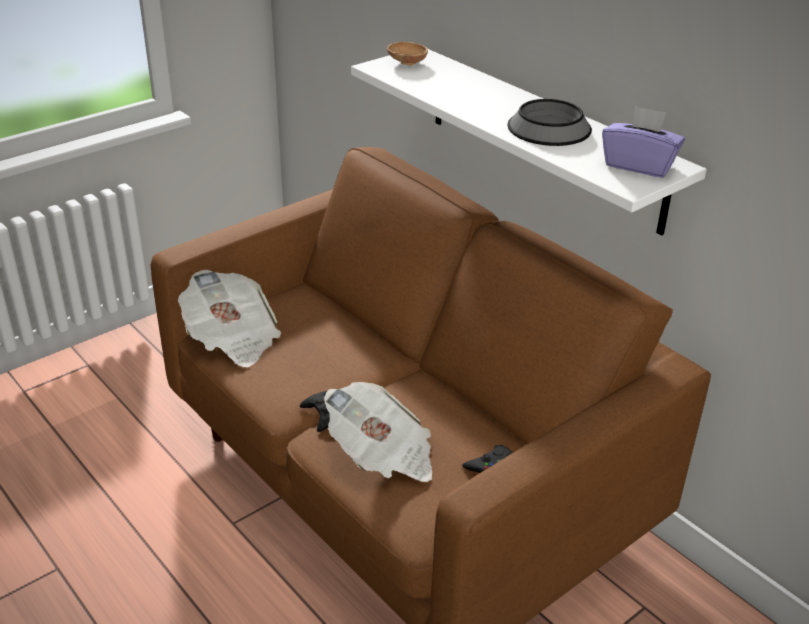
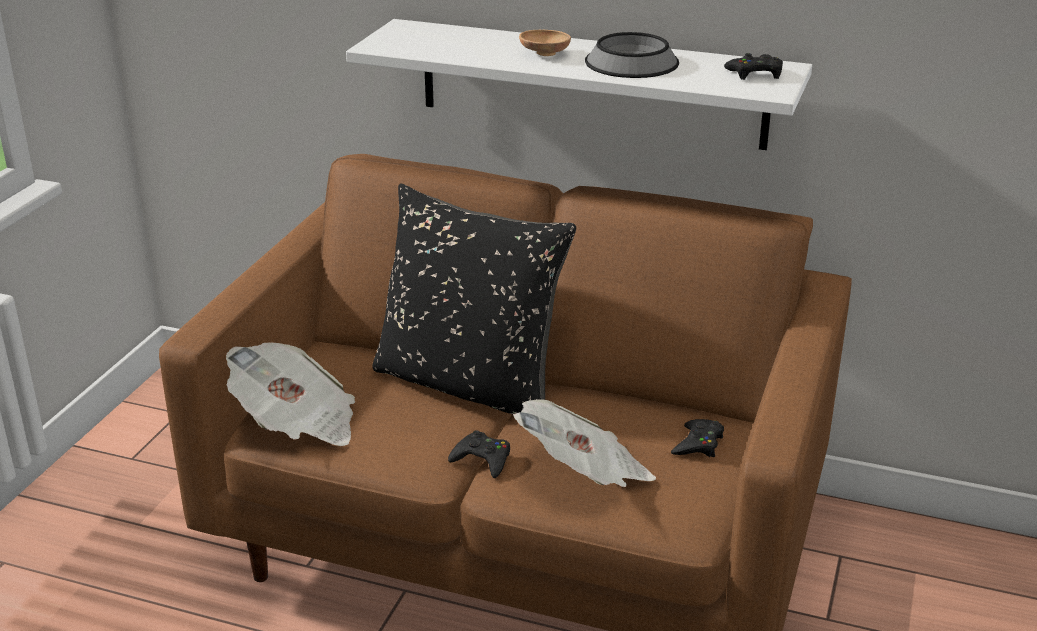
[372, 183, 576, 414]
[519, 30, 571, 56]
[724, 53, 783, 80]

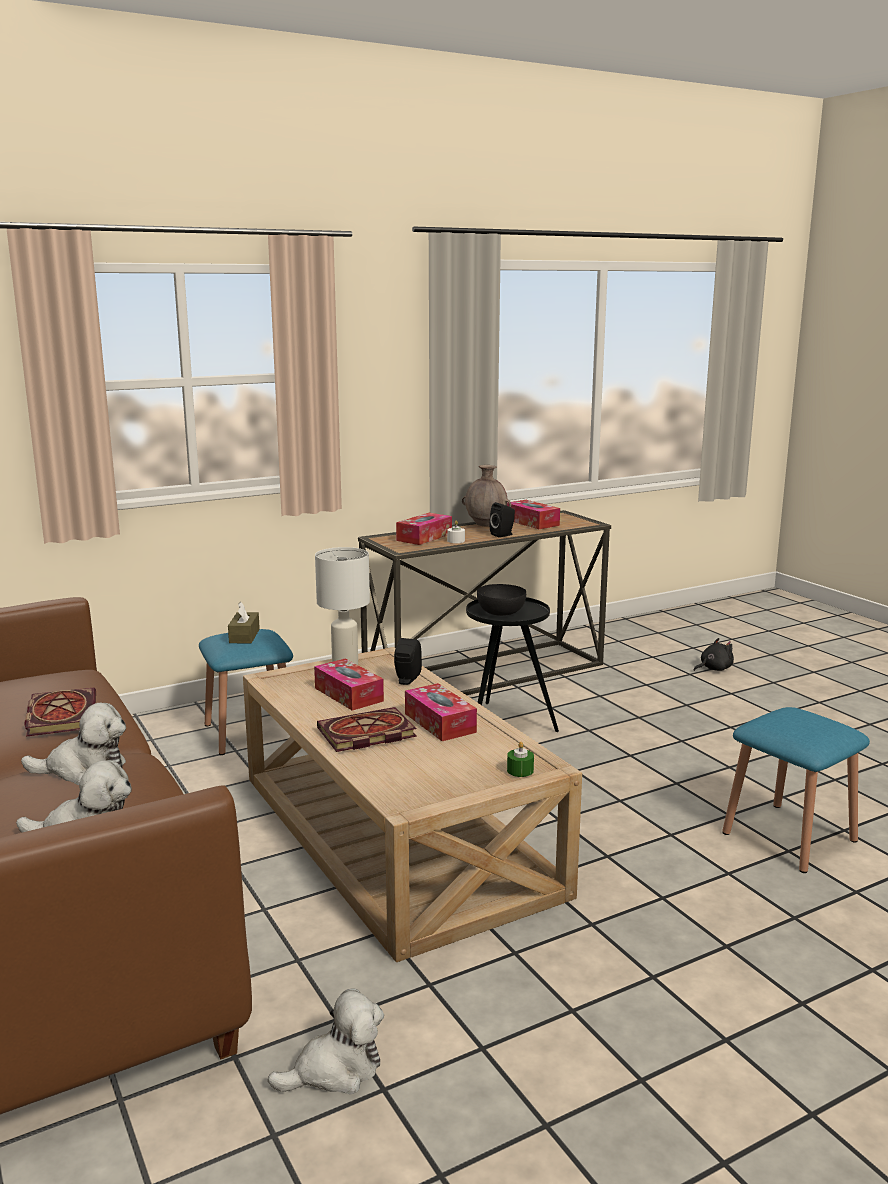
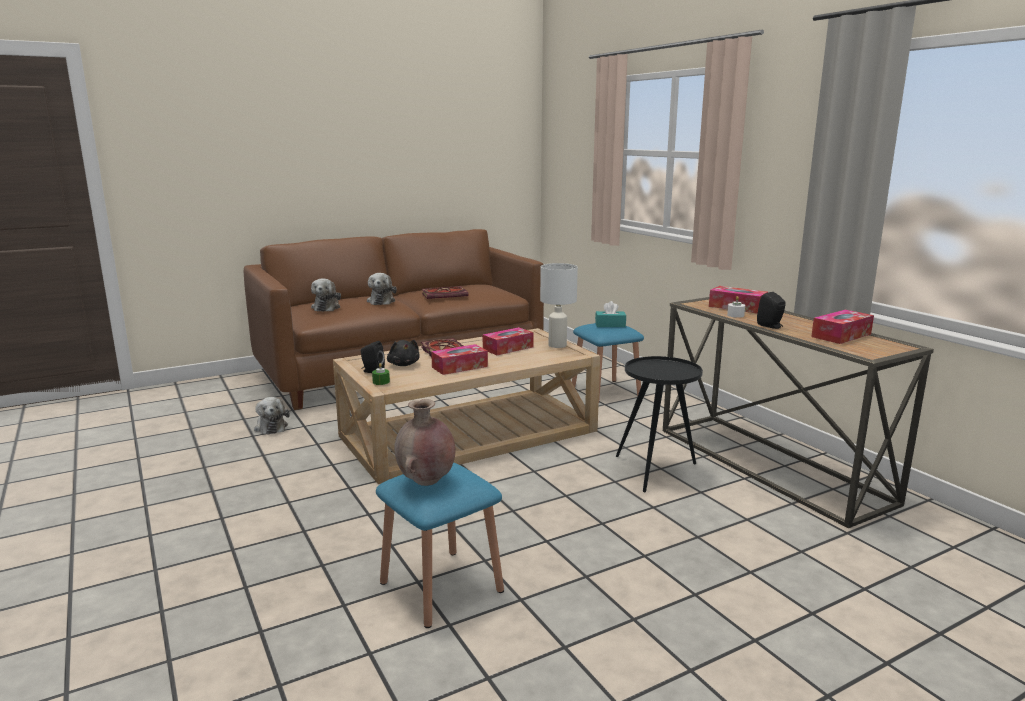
[477, 584, 526, 616] (first image)
[361, 341, 385, 373]
[394, 399, 456, 486]
[387, 340, 420, 366]
[595, 301, 626, 327]

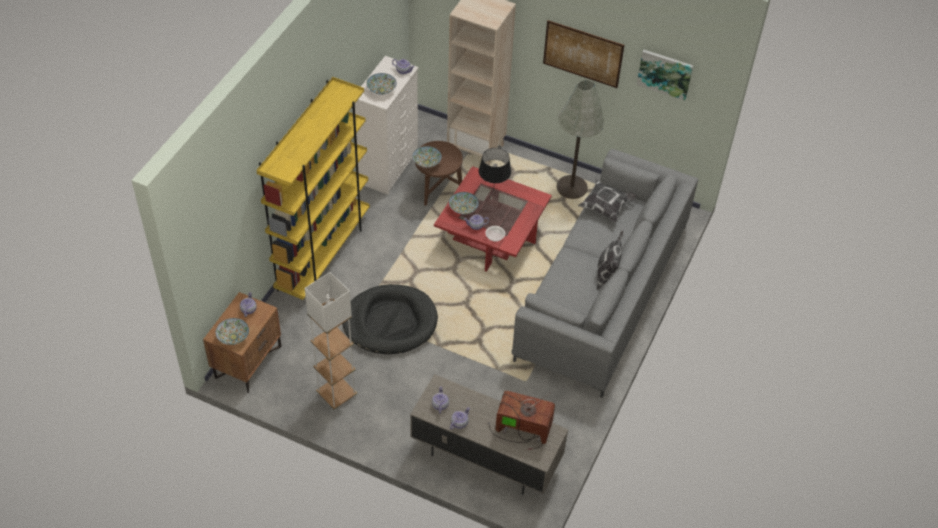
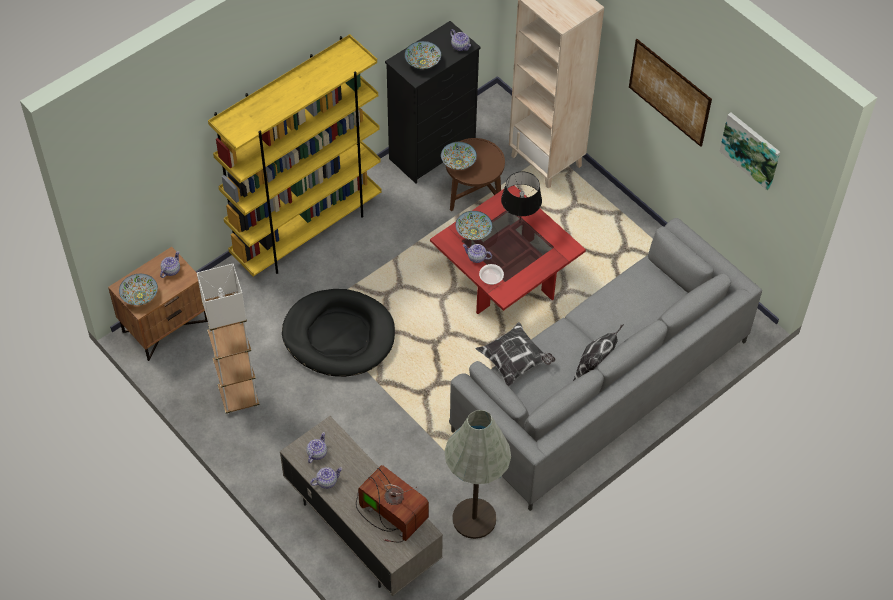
[444, 410, 511, 539]
[476, 322, 555, 386]
[385, 21, 481, 184]

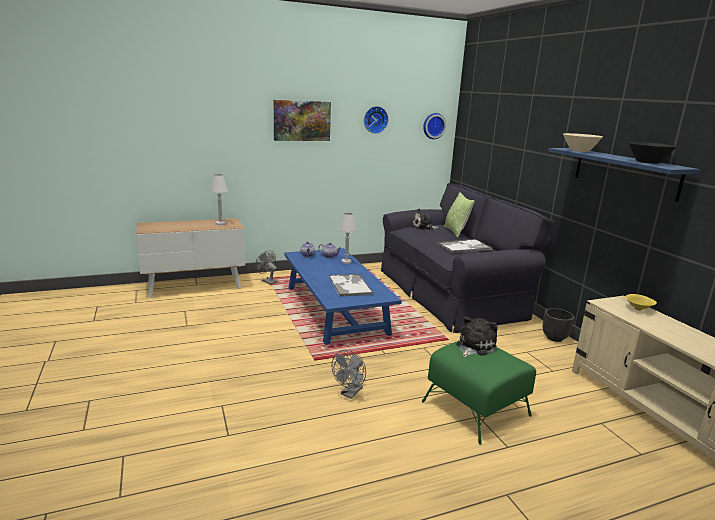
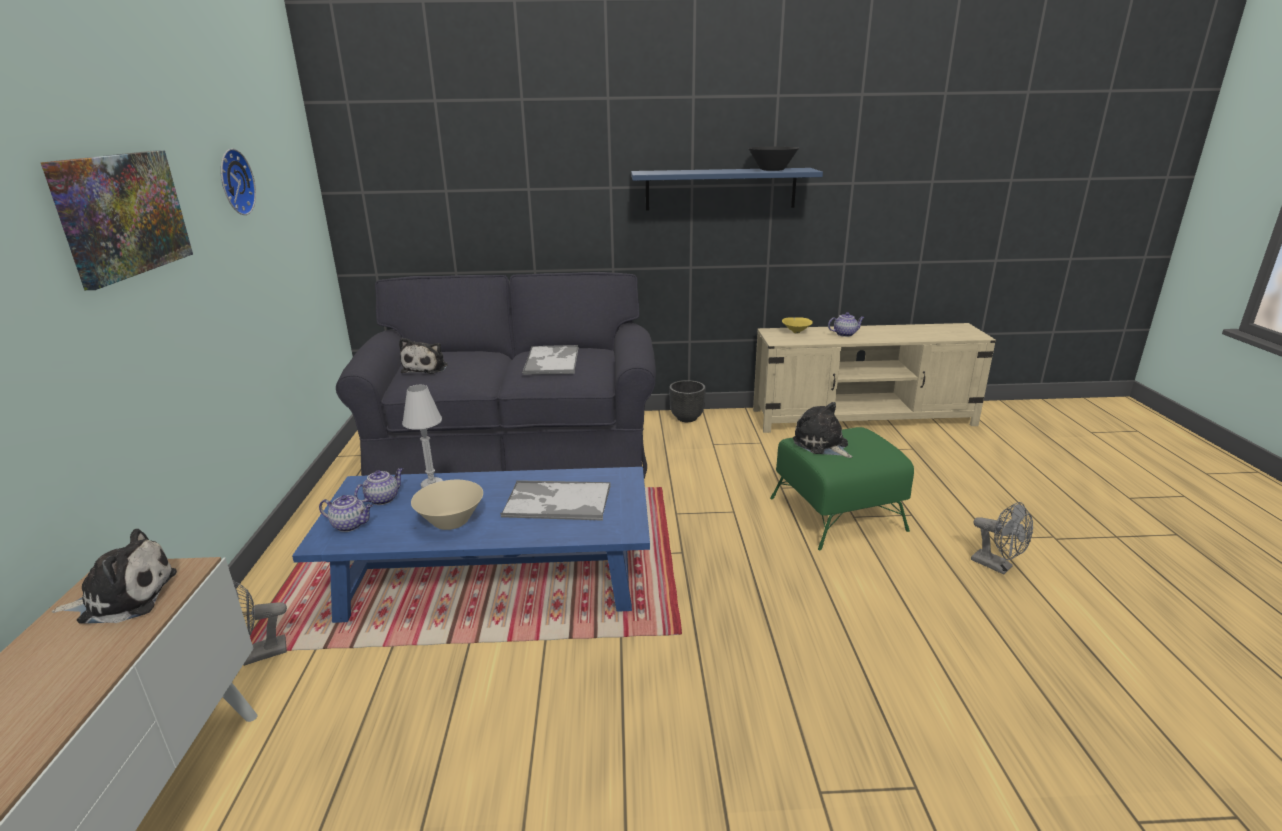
[423, 113, 446, 139] (first image)
[444, 192, 475, 238] (first image)
[828, 312, 865, 337]
[971, 502, 1033, 575]
[411, 480, 483, 530]
[51, 529, 177, 623]

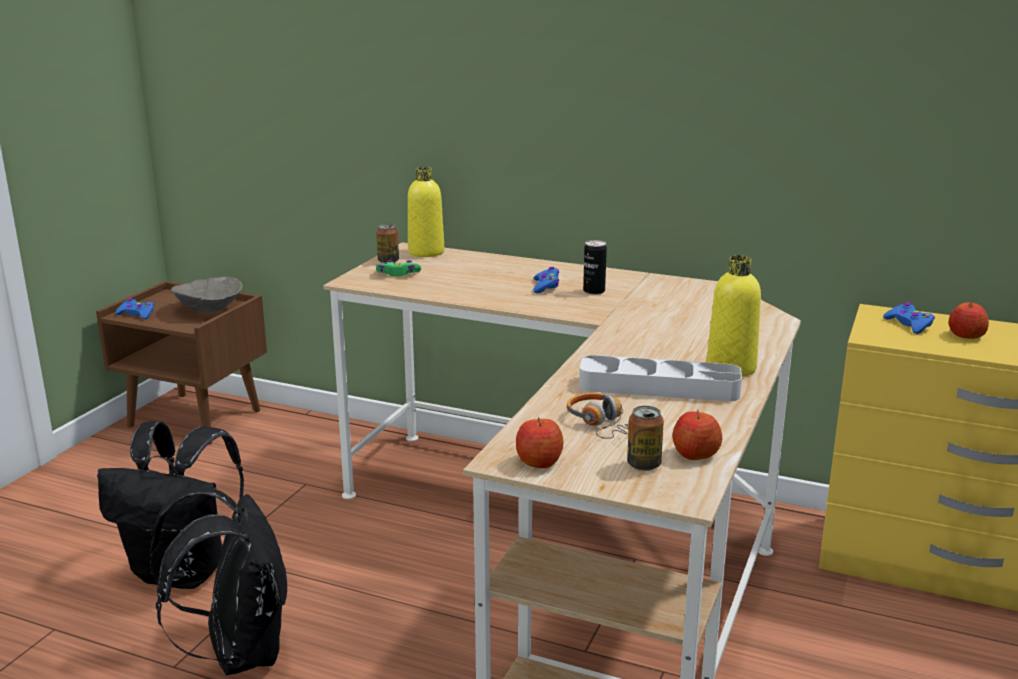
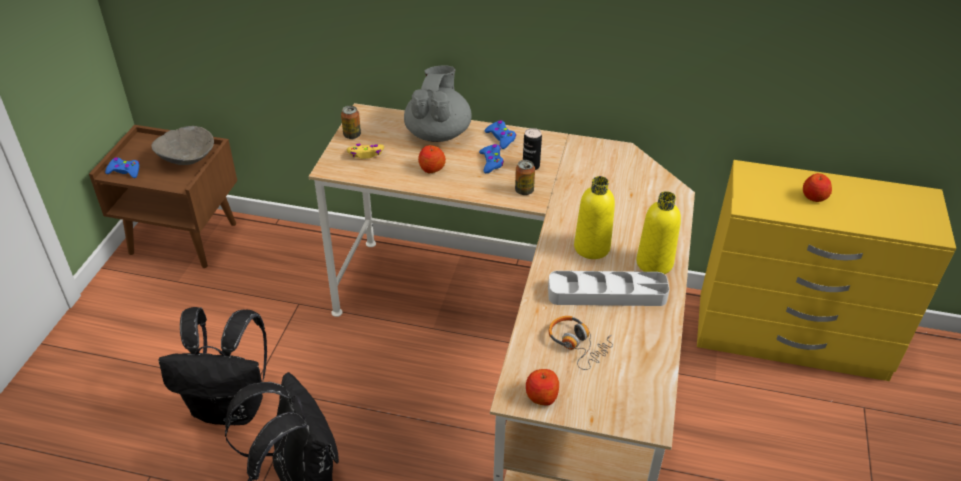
[404, 65, 472, 142]
[574, 176, 615, 259]
[515, 160, 535, 195]
[418, 145, 446, 173]
[484, 120, 516, 149]
[347, 144, 384, 159]

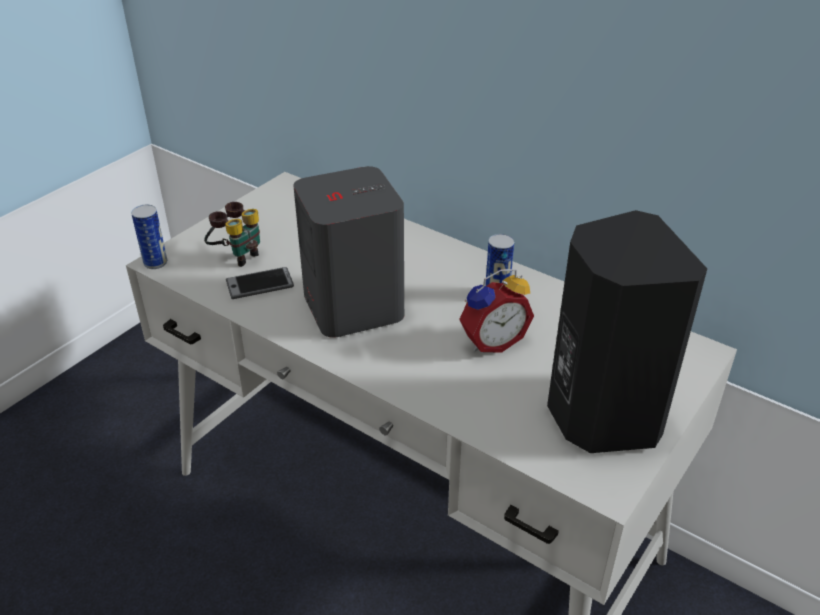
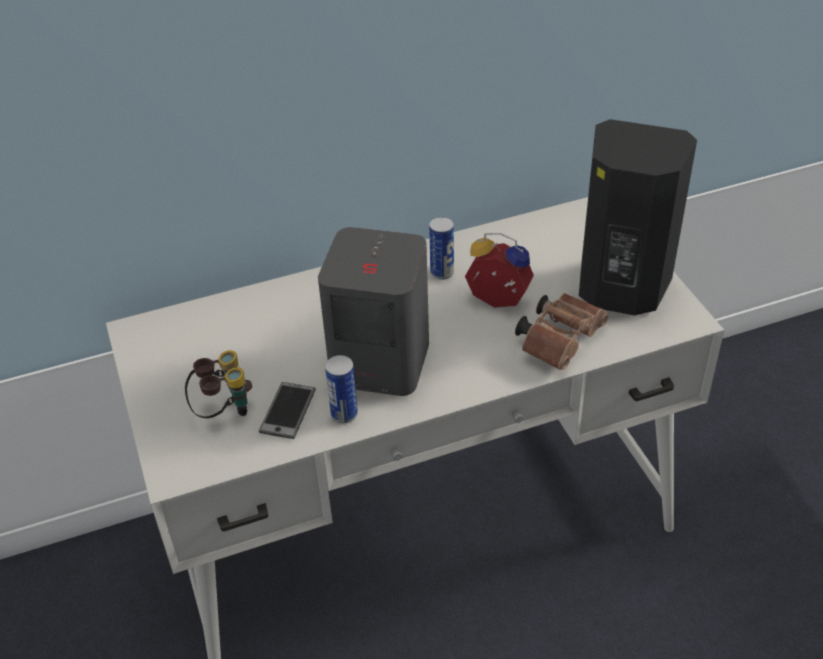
[515, 293, 609, 370]
[325, 355, 358, 423]
[465, 233, 534, 308]

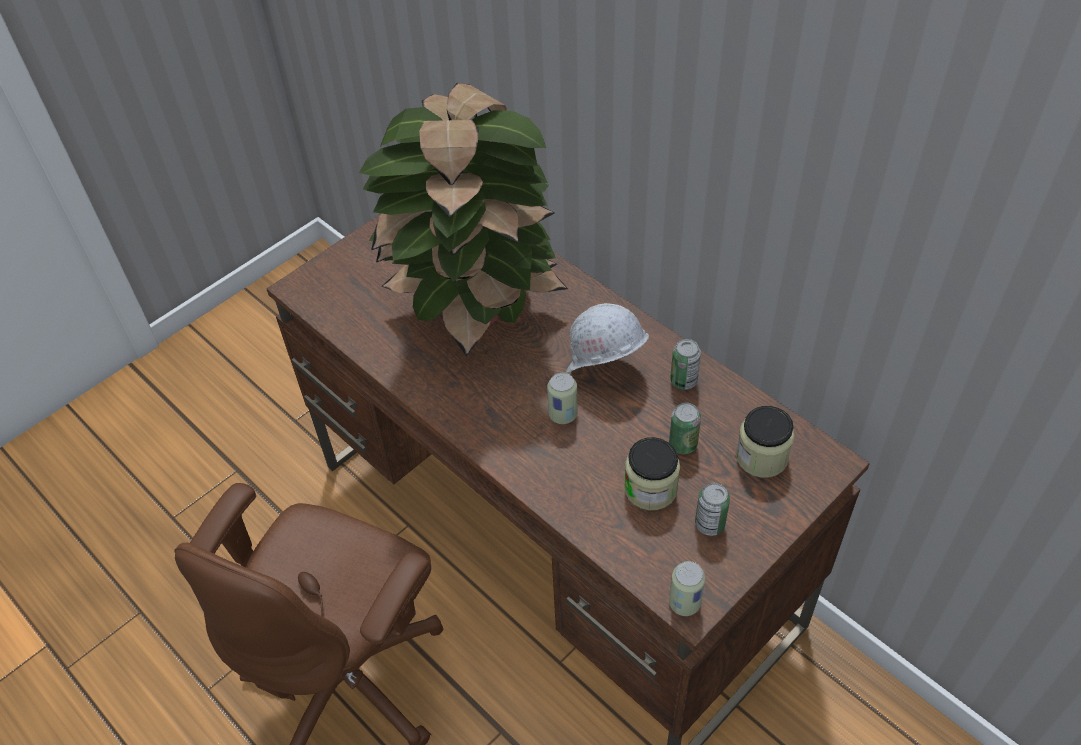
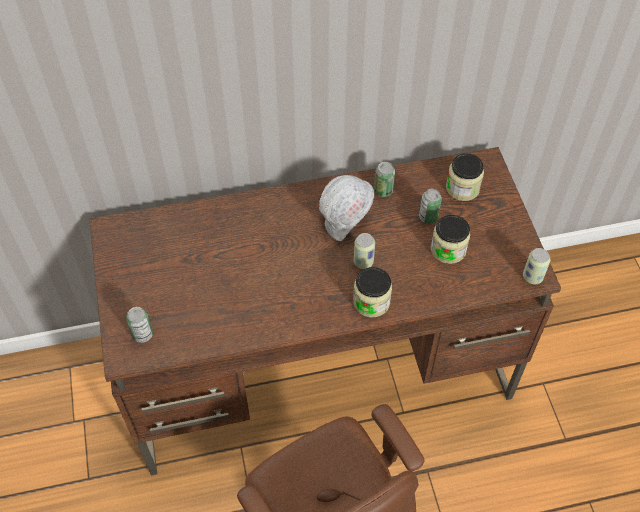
[359, 83, 568, 356] (first image)
[353, 267, 392, 317]
[126, 307, 153, 343]

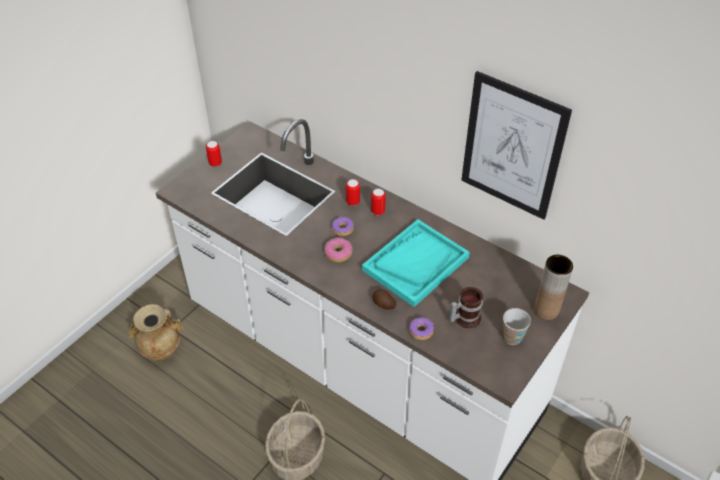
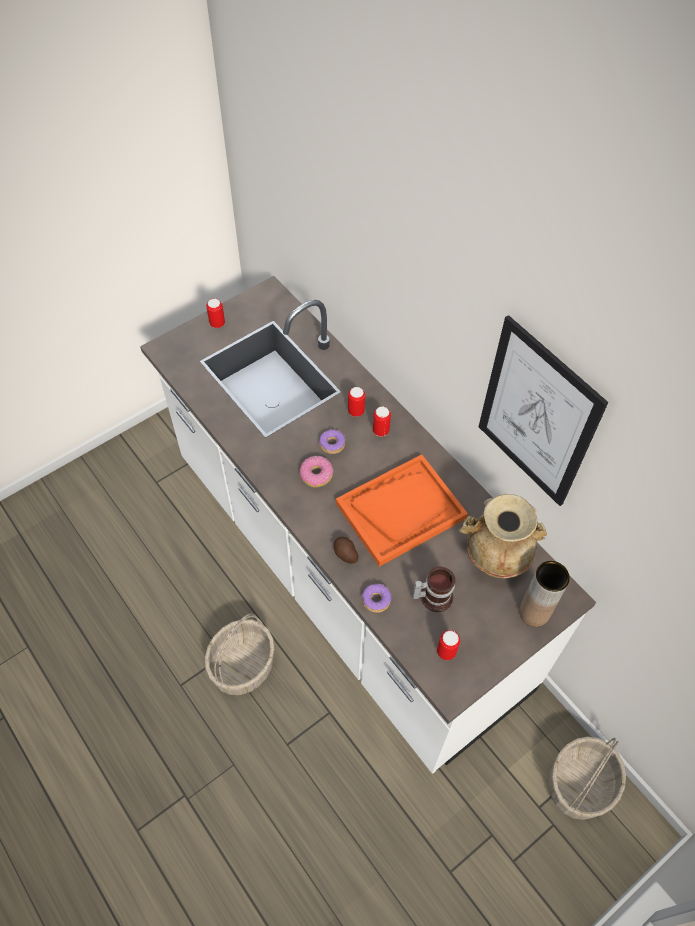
[503, 308, 531, 345] (first image)
[437, 630, 460, 660]
[459, 494, 547, 578]
[336, 454, 468, 567]

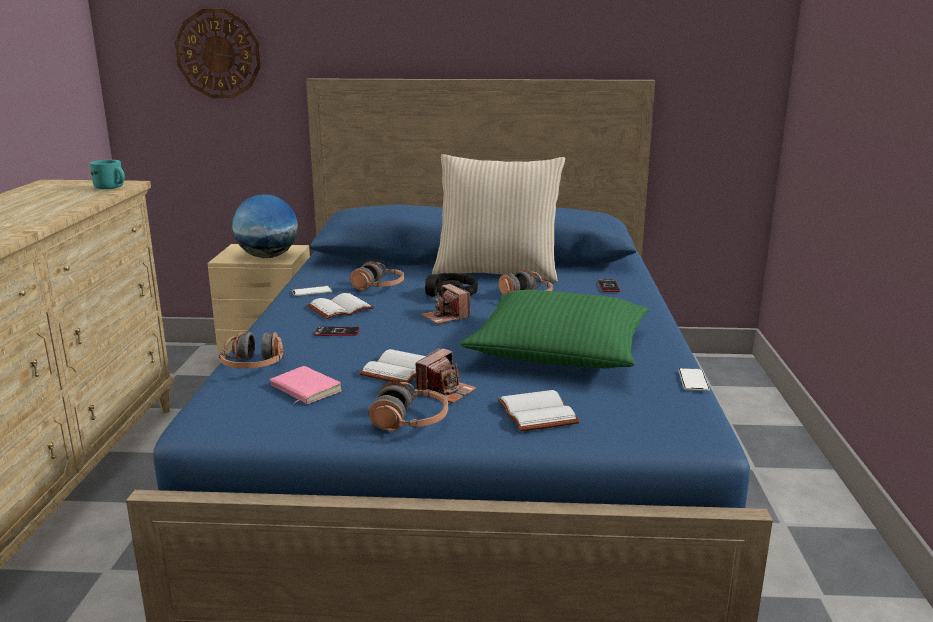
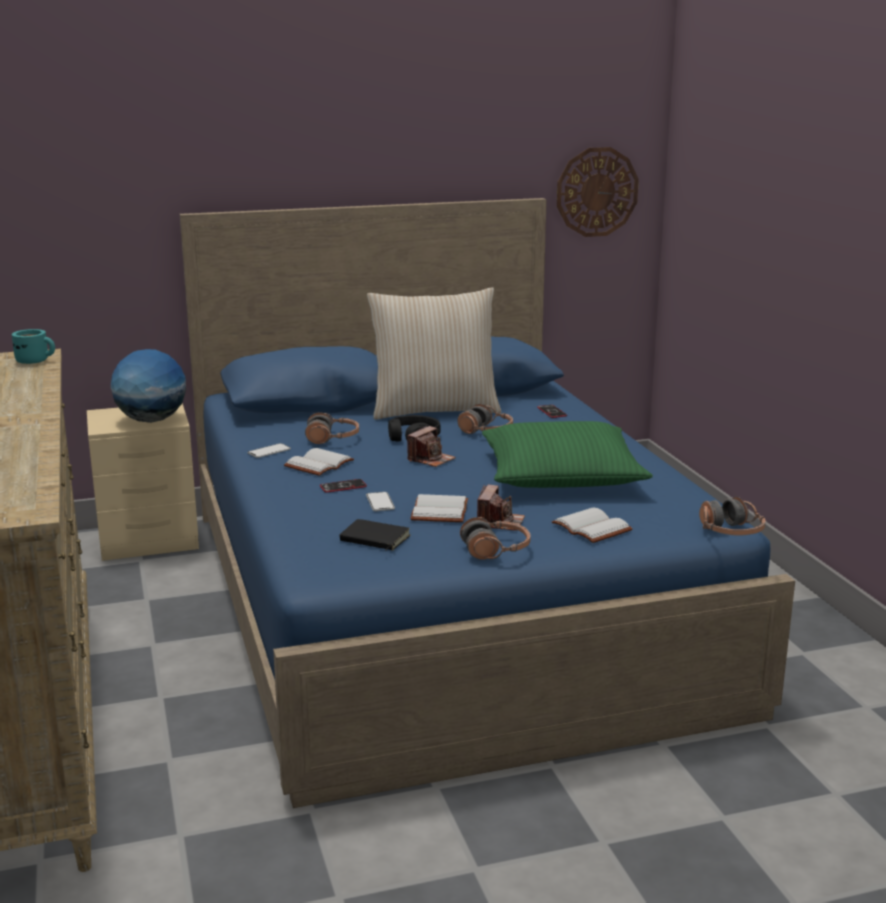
[557, 147, 639, 237]
[699, 497, 766, 536]
[366, 492, 395, 512]
[339, 519, 410, 551]
[407, 426, 456, 467]

